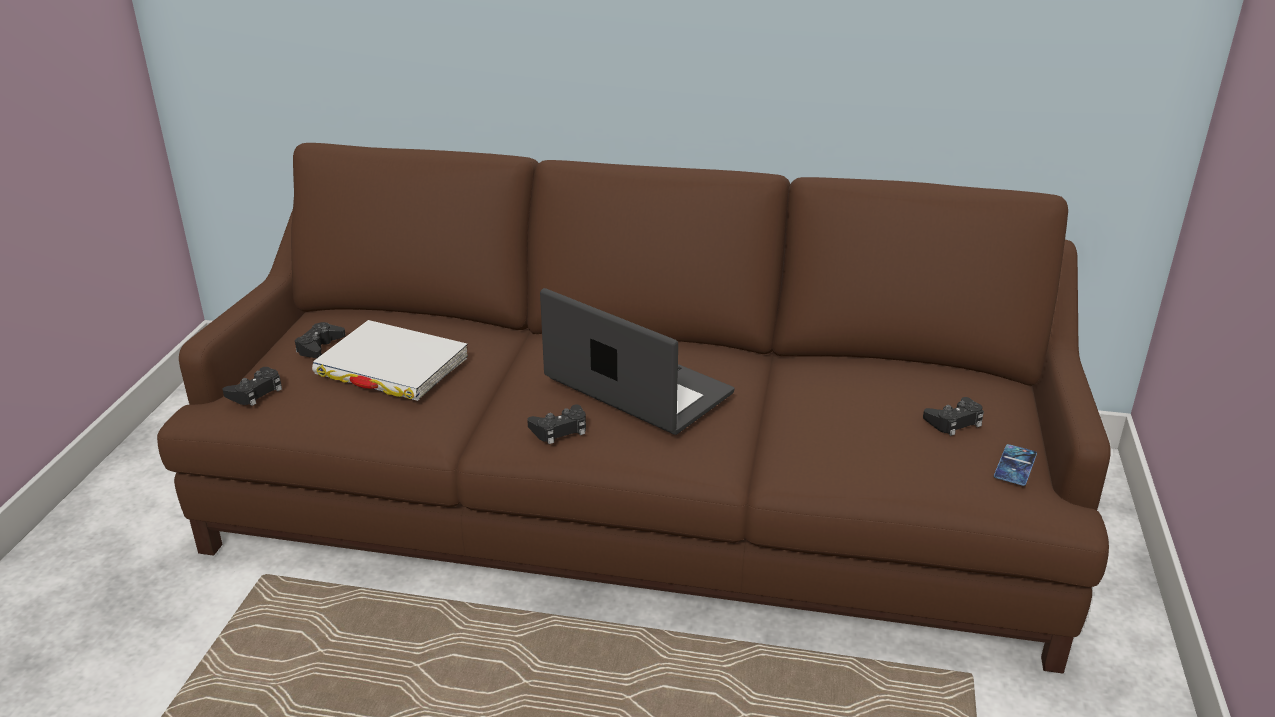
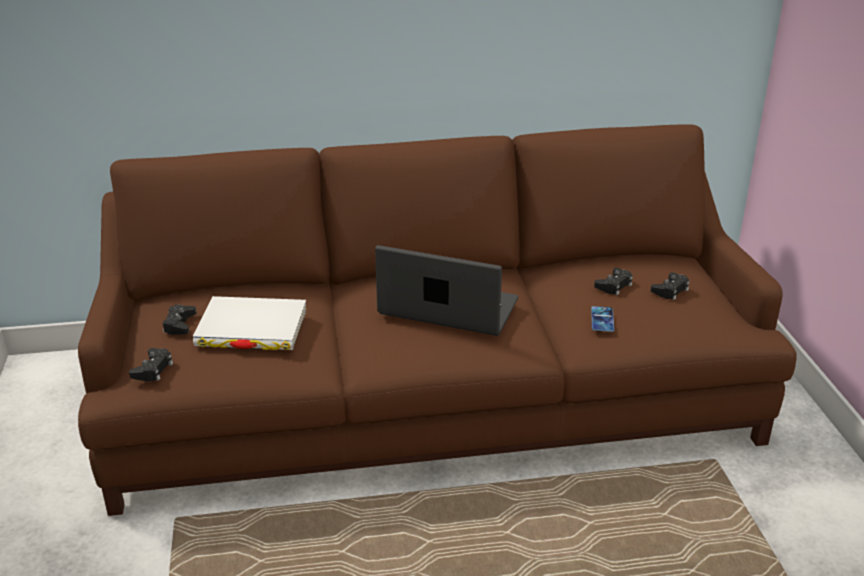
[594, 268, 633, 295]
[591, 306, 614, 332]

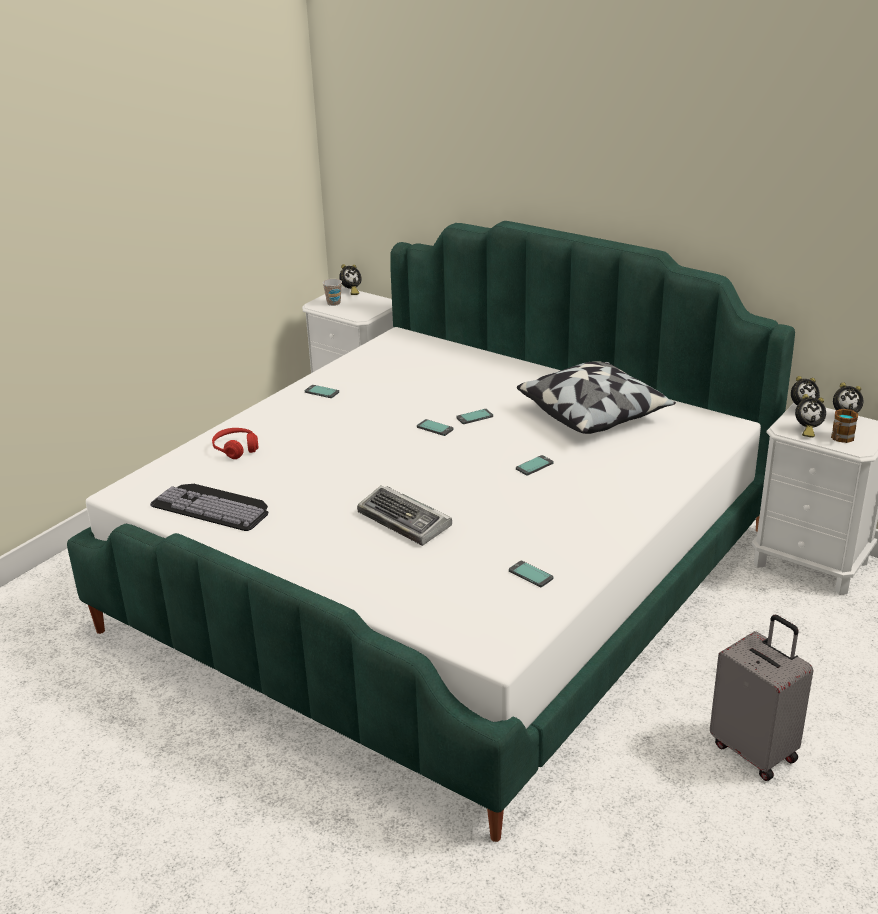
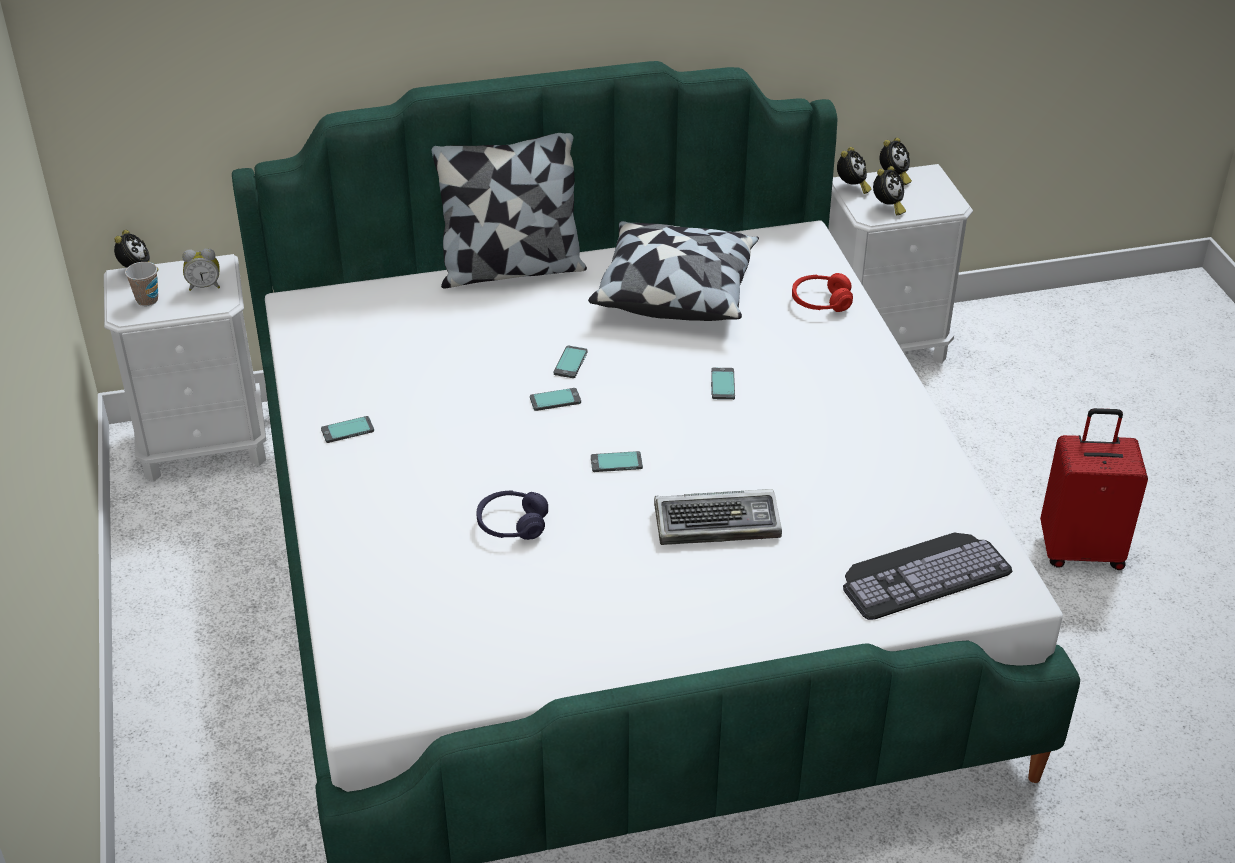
[831, 409, 858, 443] (first image)
[182, 248, 220, 291]
[432, 133, 587, 288]
[477, 490, 548, 540]
[843, 533, 1012, 620]
[792, 273, 853, 312]
[591, 451, 643, 472]
[1040, 408, 1148, 570]

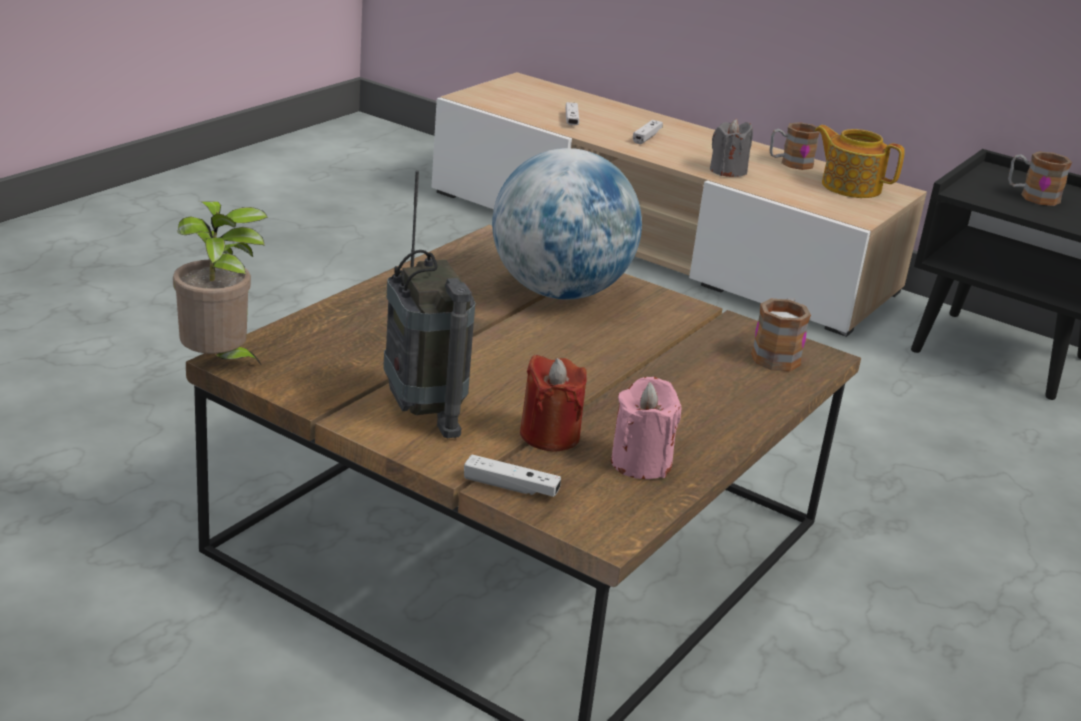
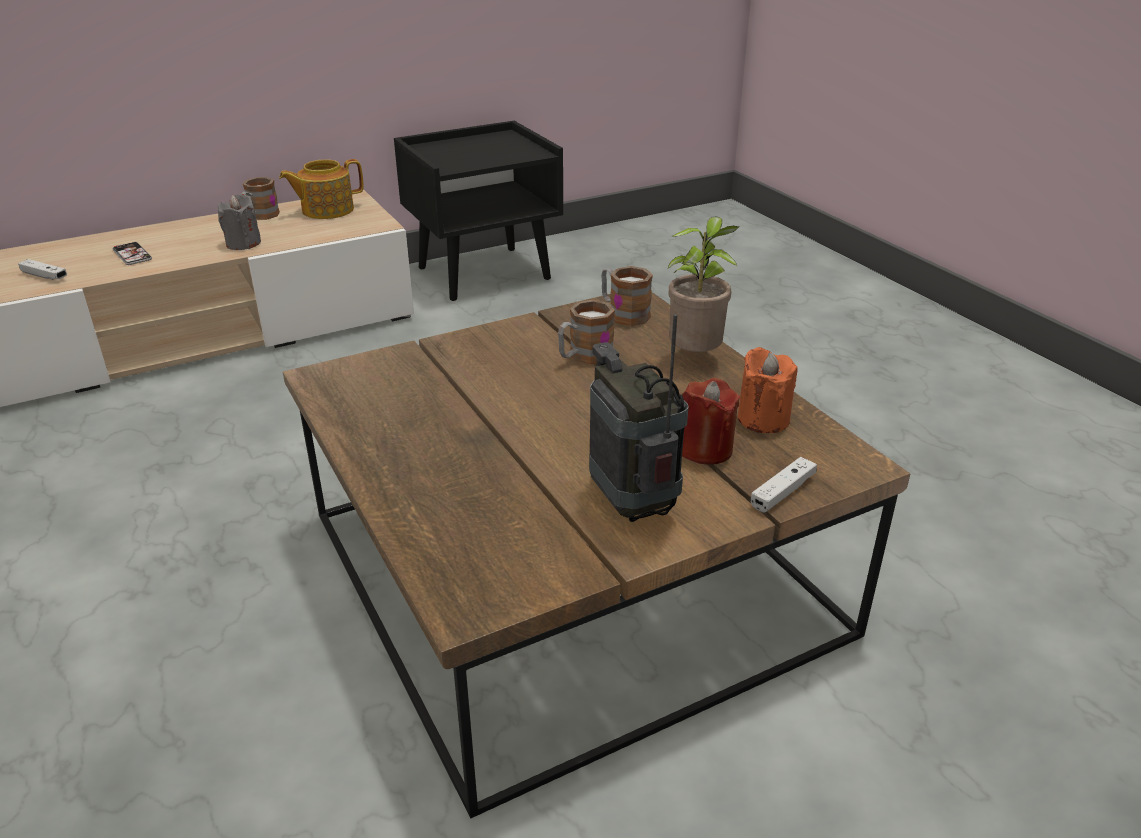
[492, 148, 642, 300] (first image)
[668, 216, 739, 352]
[558, 299, 615, 364]
[112, 241, 152, 265]
[738, 347, 798, 433]
[589, 314, 689, 522]

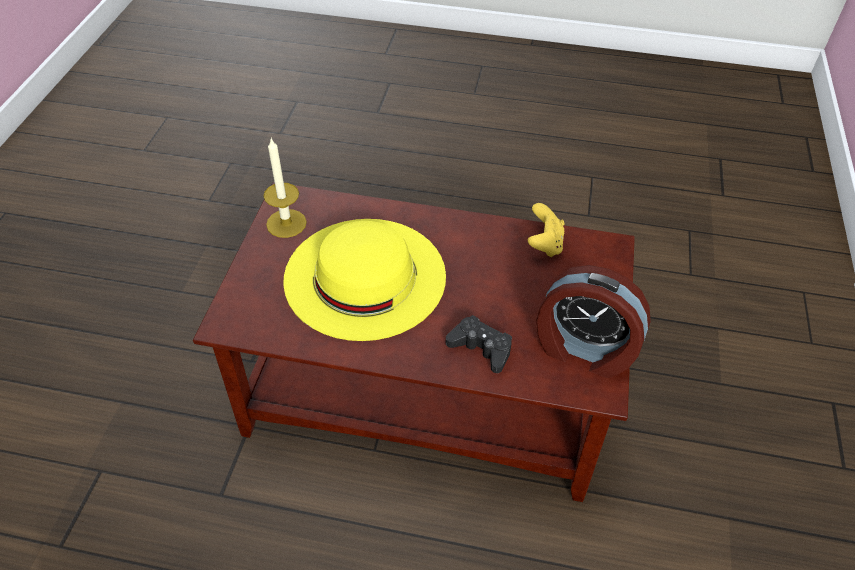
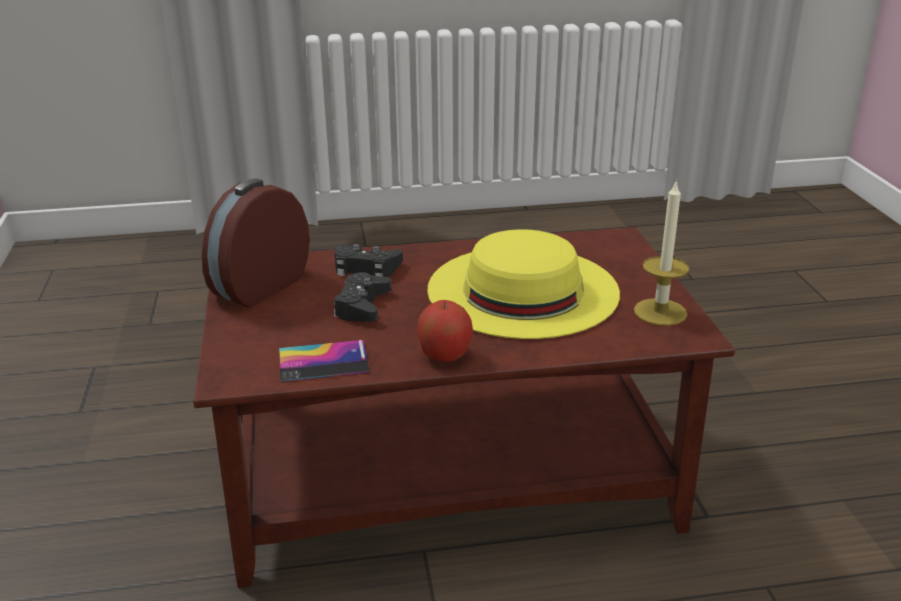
[334, 272, 391, 322]
[417, 300, 473, 362]
[279, 340, 369, 382]
[202, 179, 310, 307]

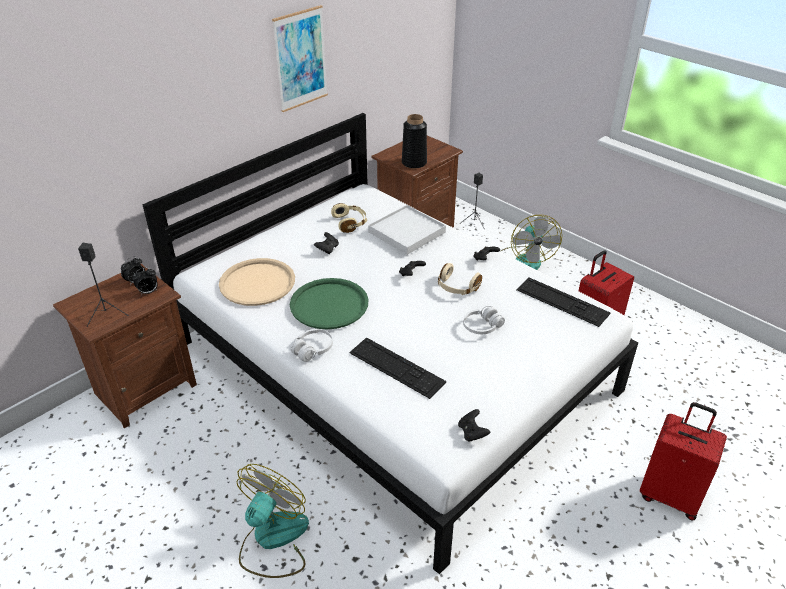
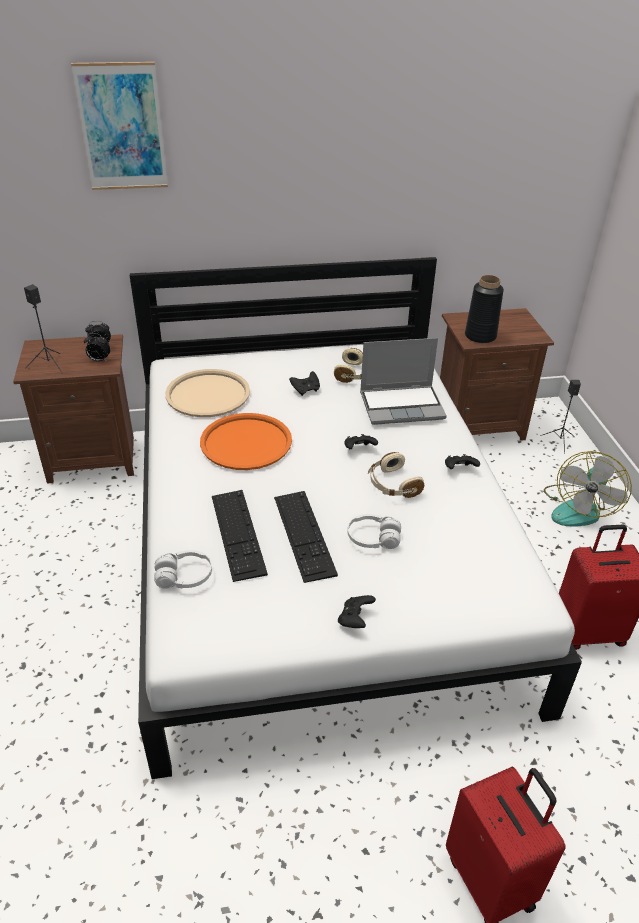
[236, 464, 309, 578] (first image)
[71, 62, 168, 190]
[154, 550, 212, 588]
[338, 595, 376, 628]
[274, 491, 338, 583]
[360, 338, 447, 425]
[200, 413, 292, 470]

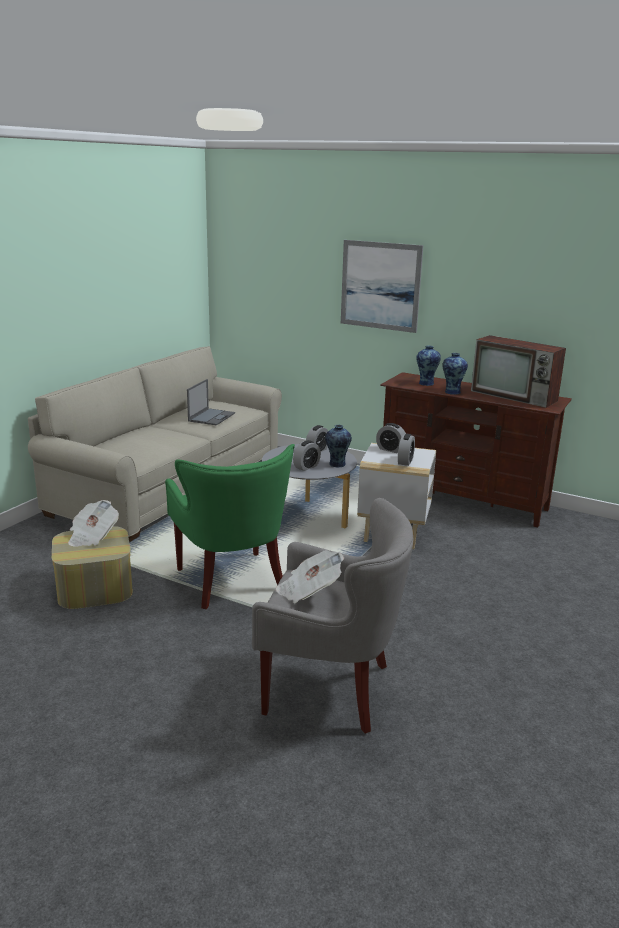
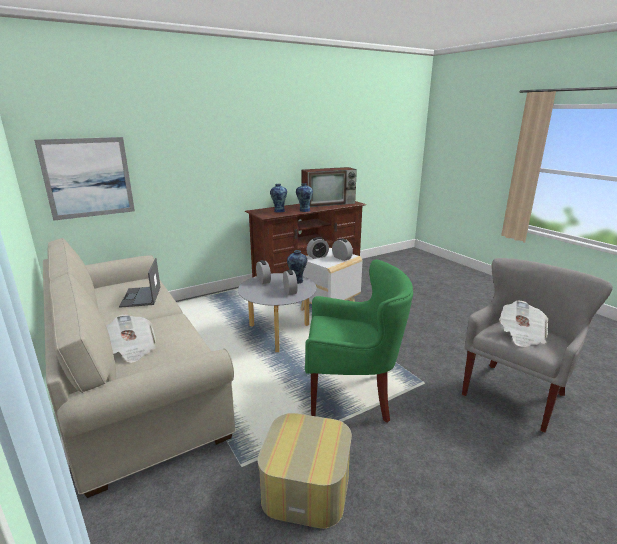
[106, 314, 156, 363]
[34, 137, 135, 221]
[119, 258, 160, 308]

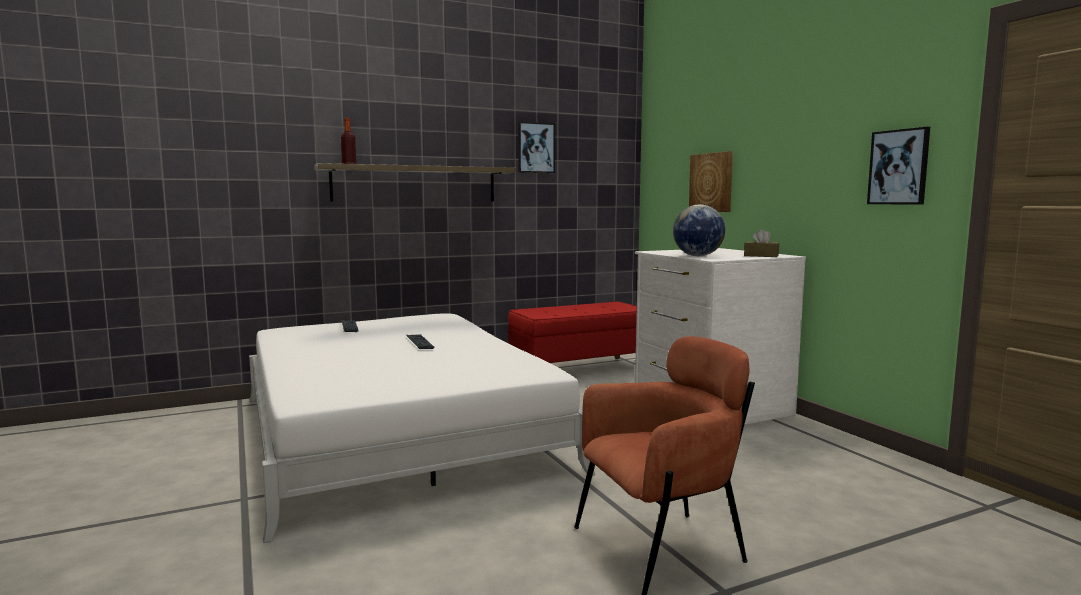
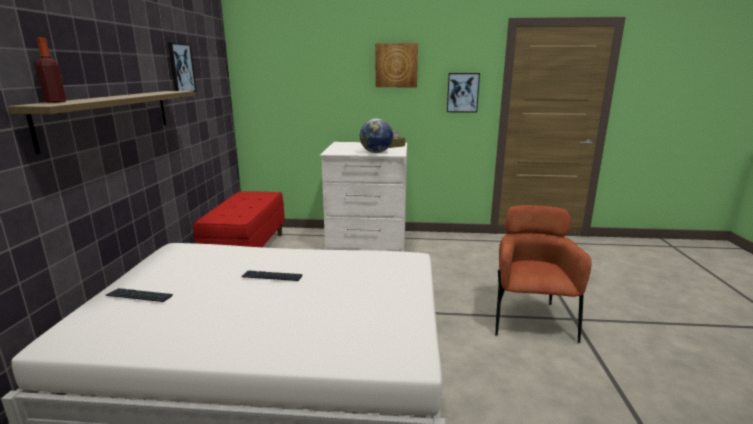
[375, 43, 418, 87]

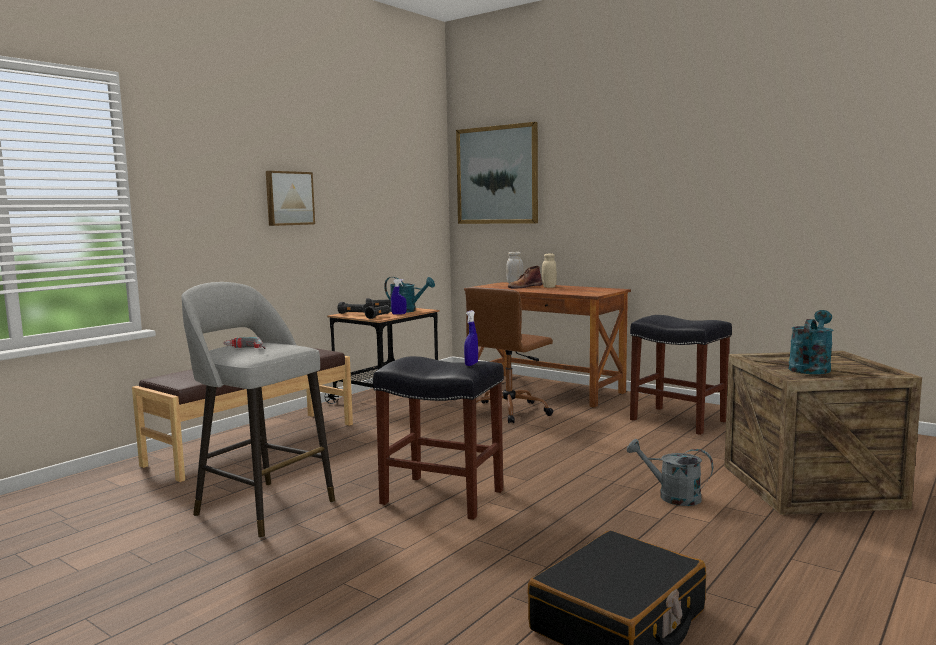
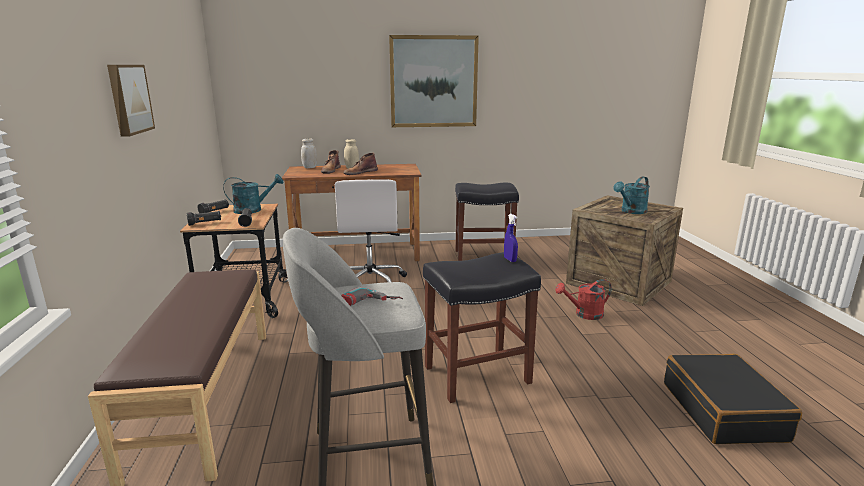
[391, 279, 407, 315] (first image)
[343, 153, 378, 175]
[389, 35, 479, 127]
[335, 179, 407, 282]
[555, 279, 612, 320]
[613, 176, 650, 214]

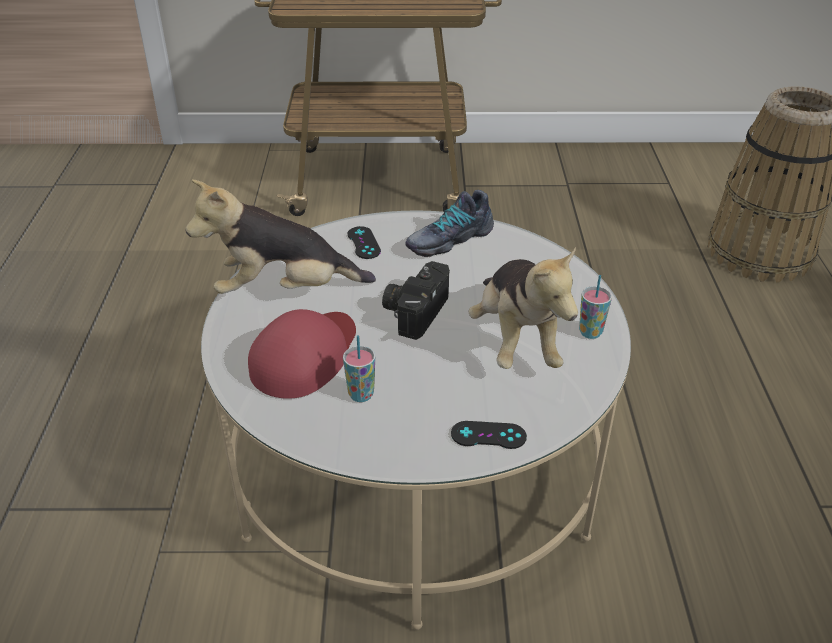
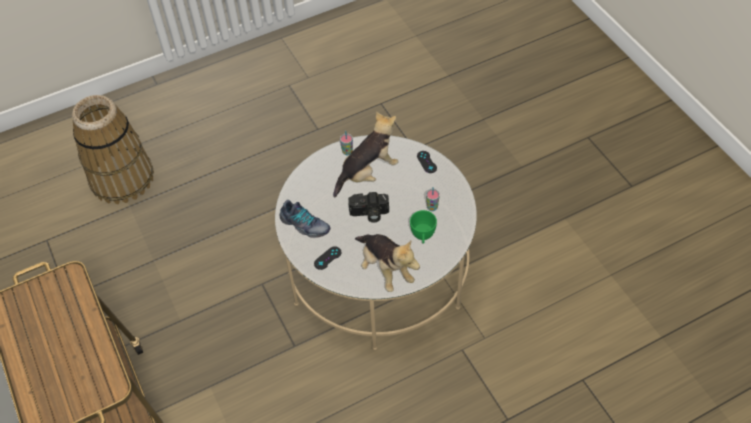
[410, 210, 437, 244]

